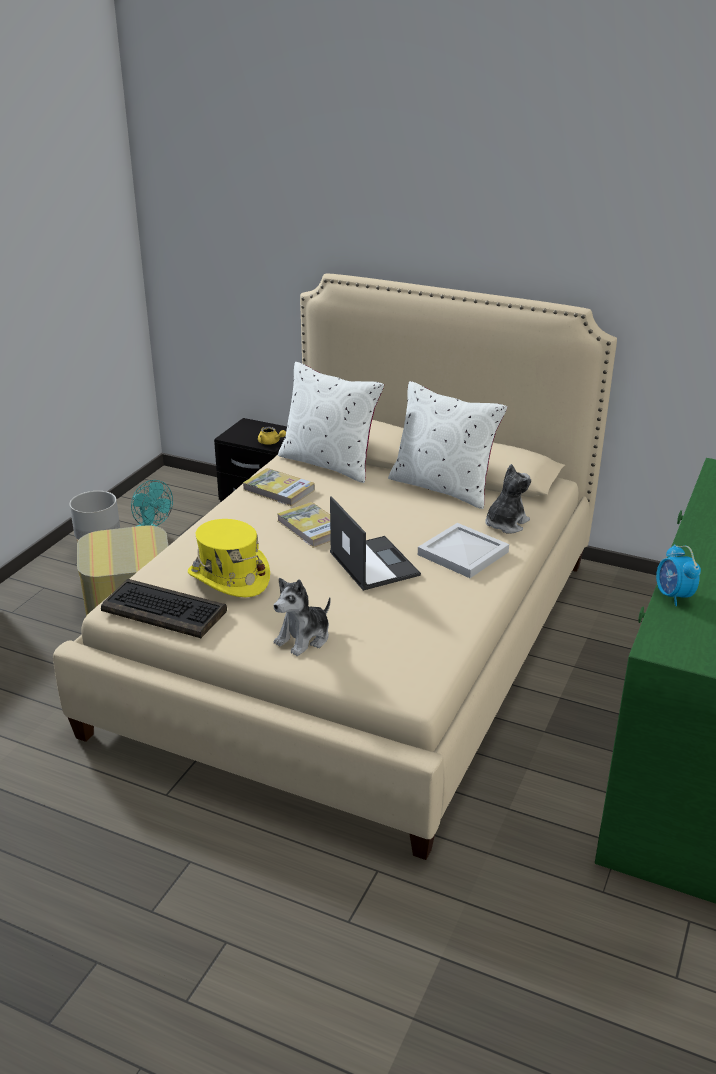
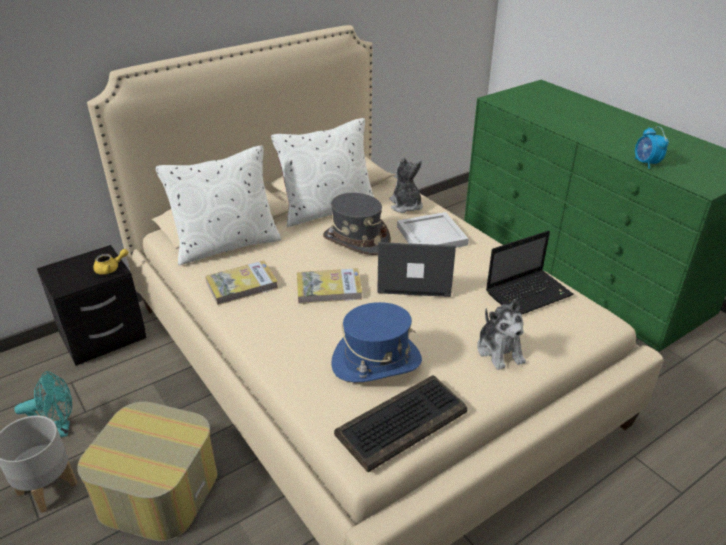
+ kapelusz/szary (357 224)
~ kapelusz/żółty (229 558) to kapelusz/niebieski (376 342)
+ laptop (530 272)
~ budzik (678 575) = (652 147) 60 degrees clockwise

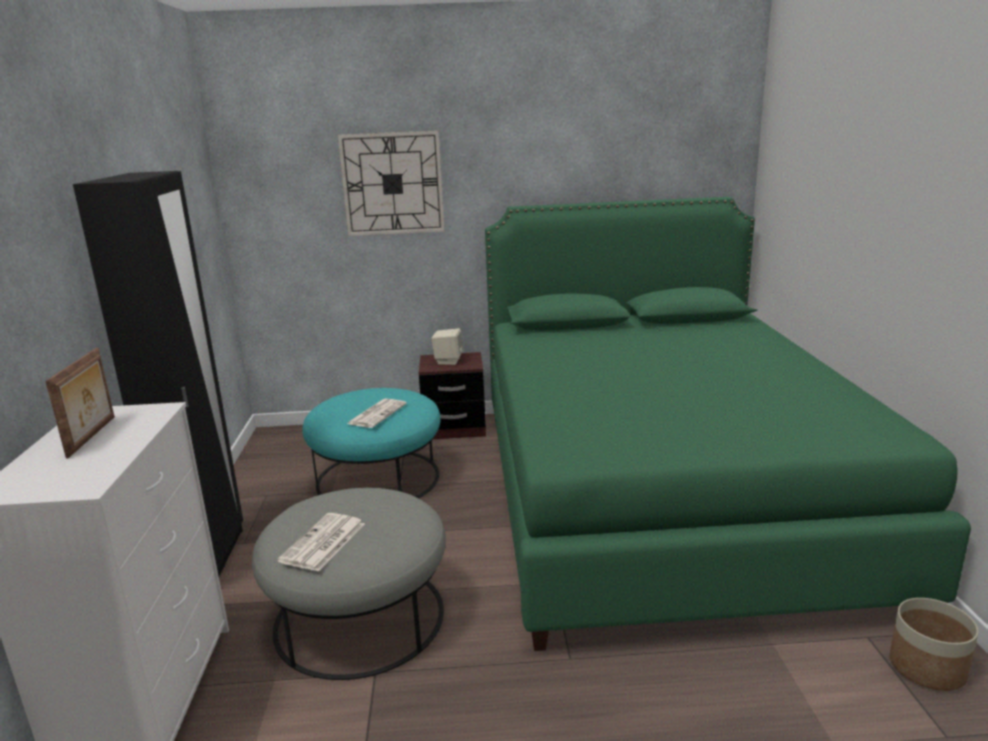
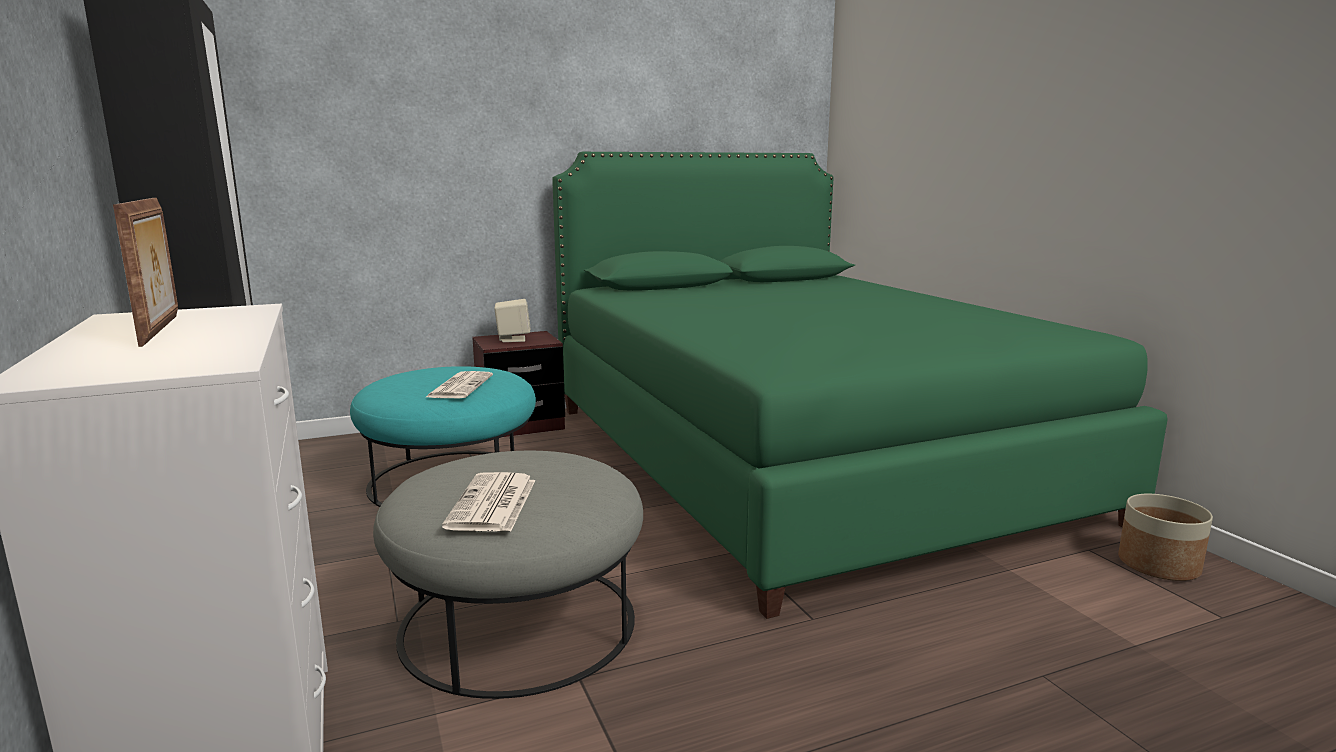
- zegar ścienny (391 183)

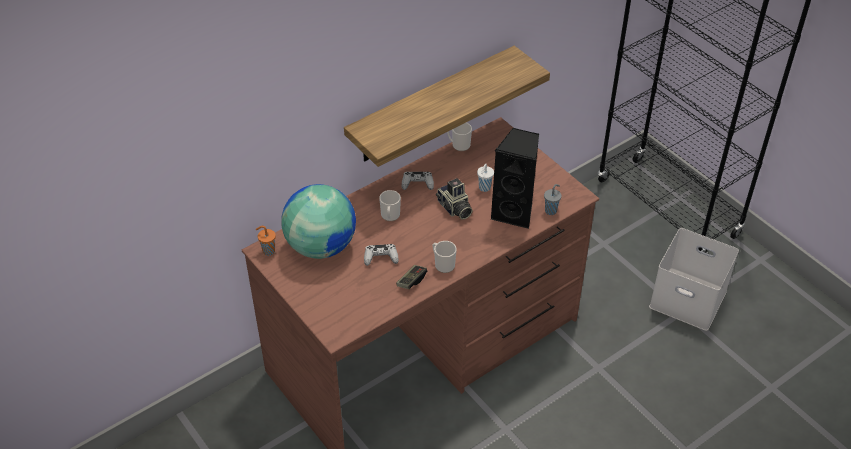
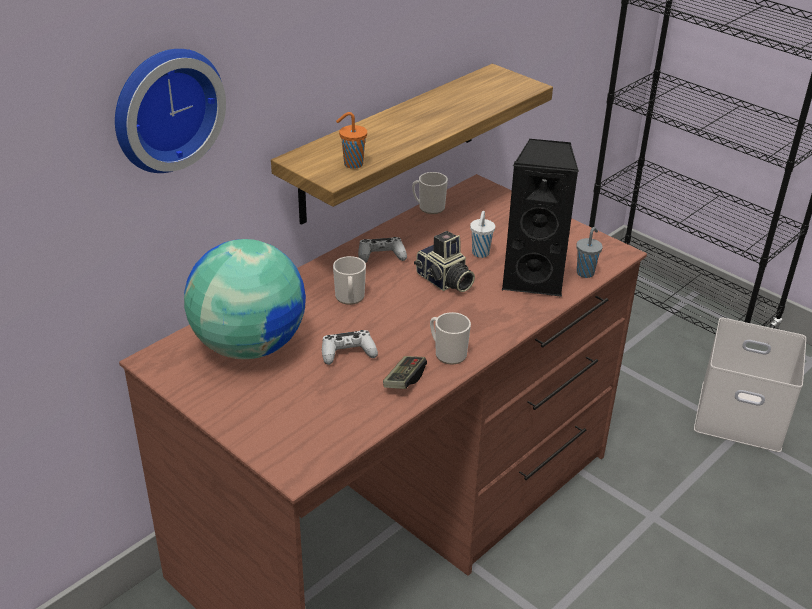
+ zegar ścienny (170 111)
~ filiżanka/pomarańczowy (265 241) to (351 140)

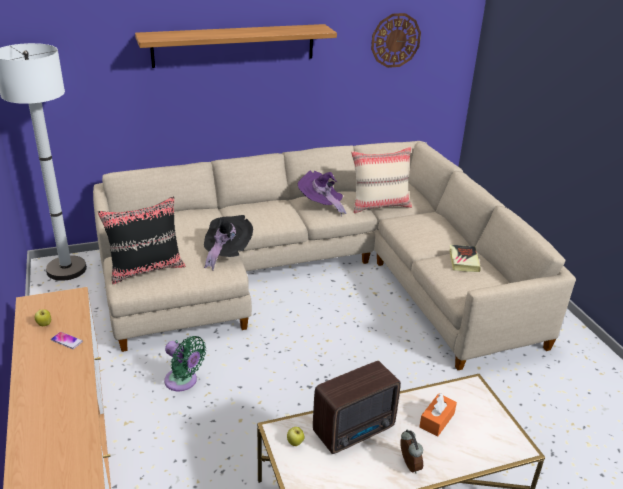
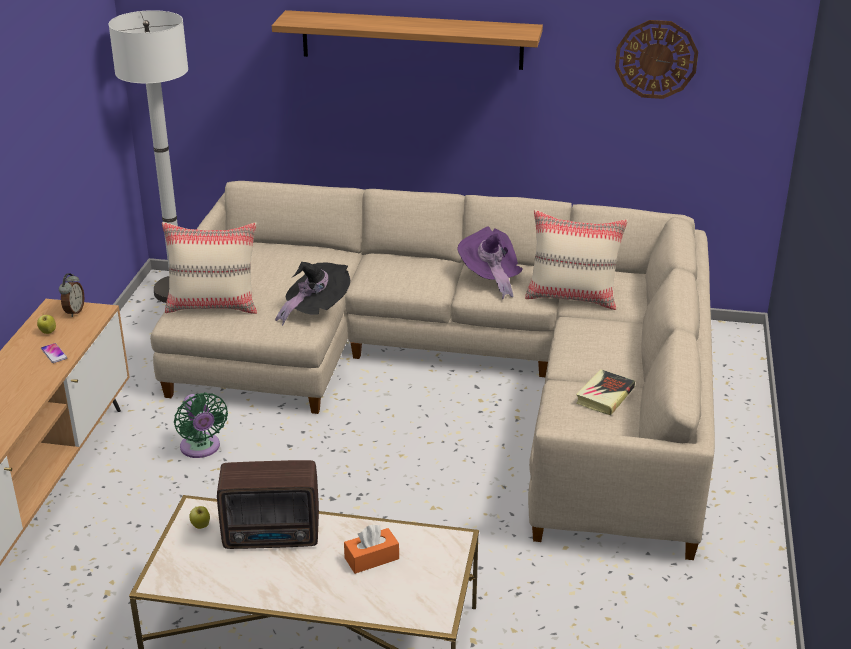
~ budzik (411 452) to (71 295)
~ poduszka/czarny (142 240) to poduszka/beżowy (209 268)

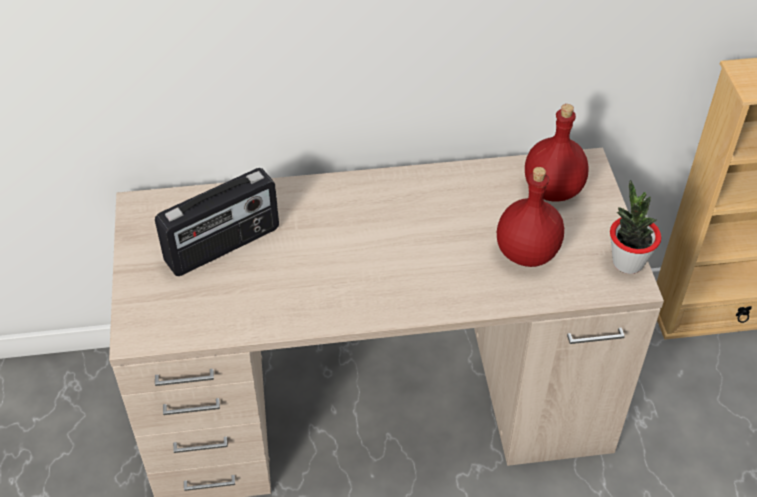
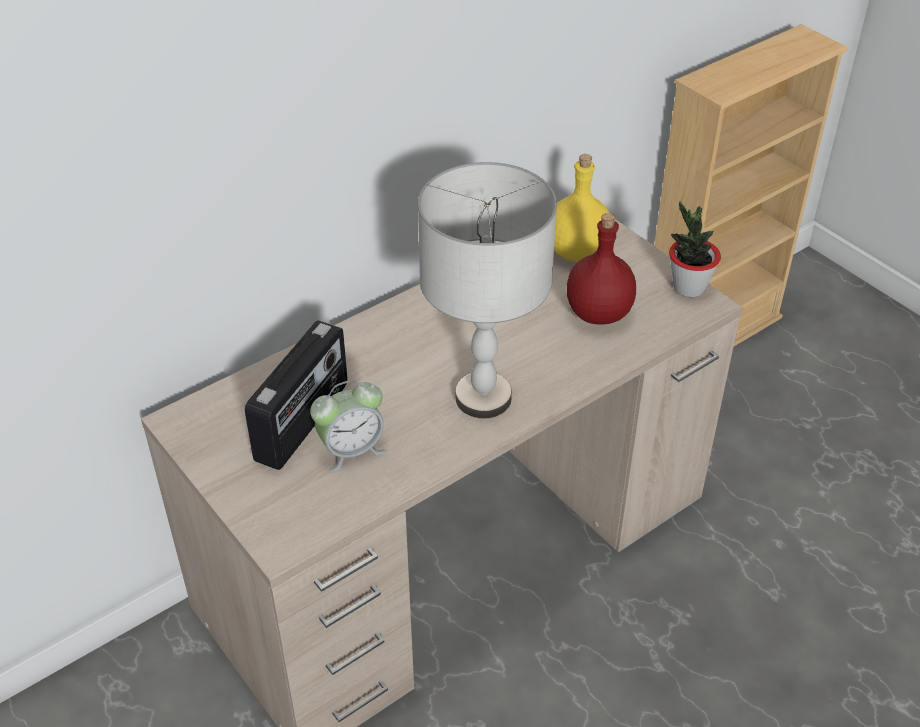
+ budzik (348 426)
+ lampa stołowa/szary (487 290)
~ butelka/czerwony (557 153) to butelka/żółty (581 208)

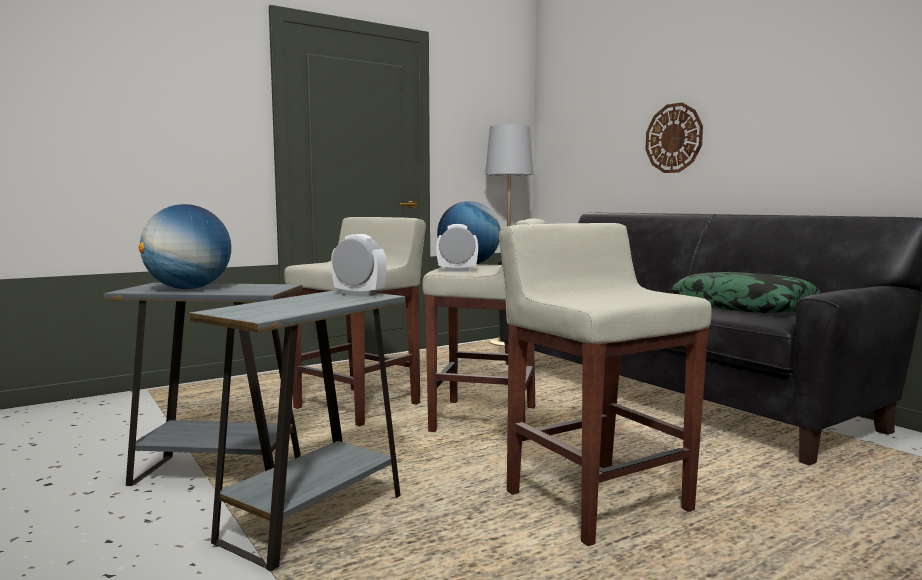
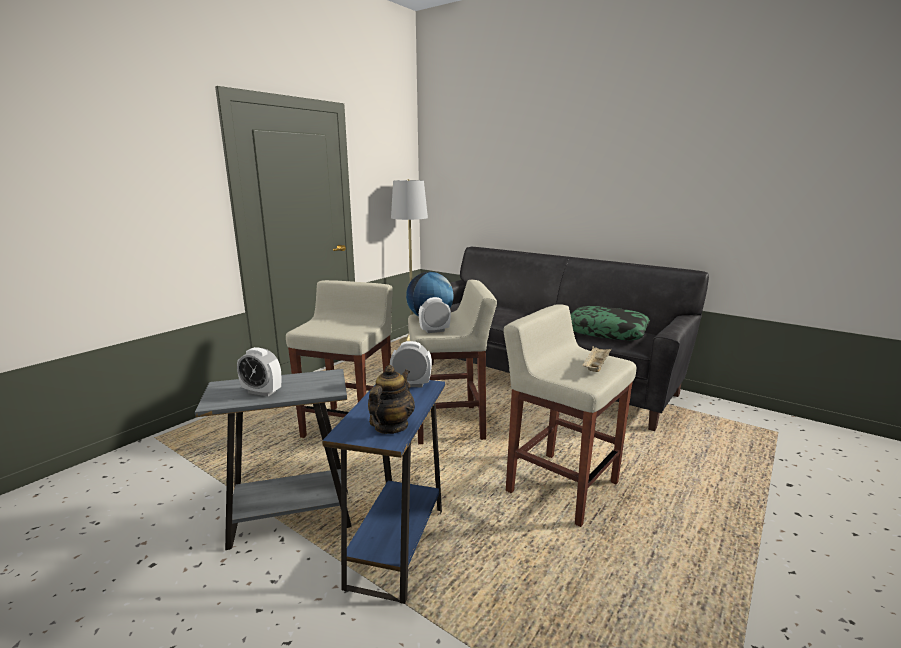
~ globus (185 246) to budzik (259 371)
~ stolik/szary (297 431) to stolik/niebieski (383 492)
+ imbryk (391 399)
+ taca/beżowy (597 359)
- zegar ścienny (674 137)

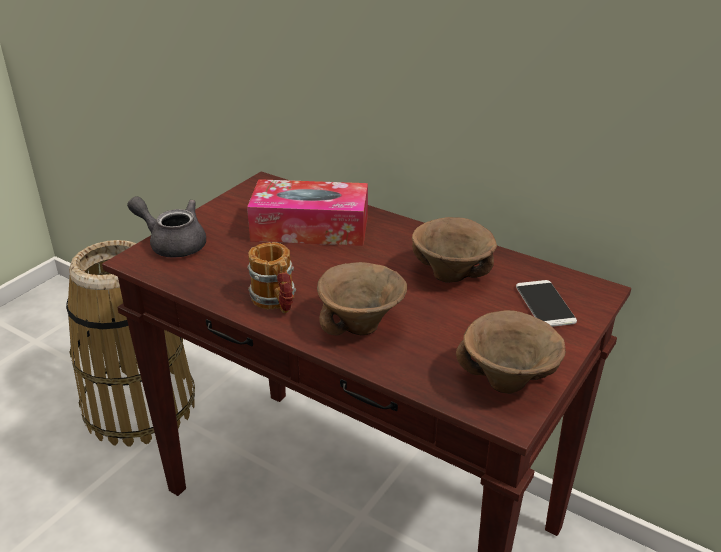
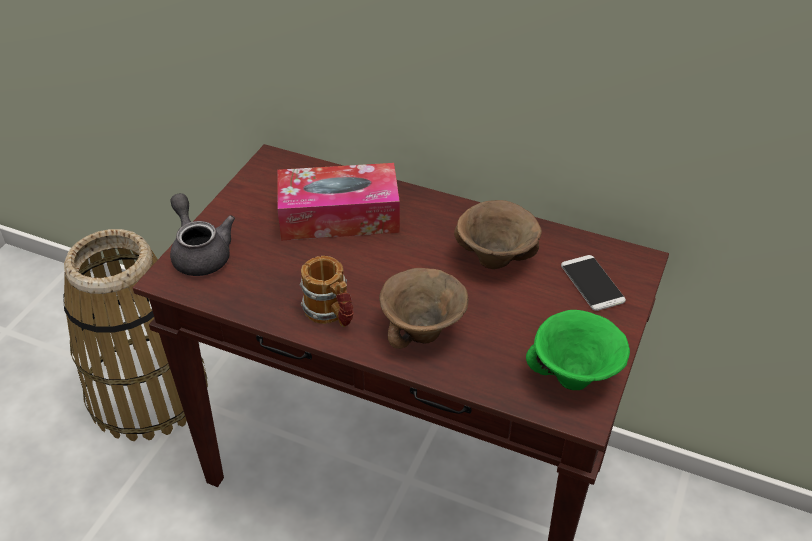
~ imbryk/szary (166 226) = (202 234) 45 degrees clockwise
~ miska/brązowy (511 352) to miska/zielony (578 350)

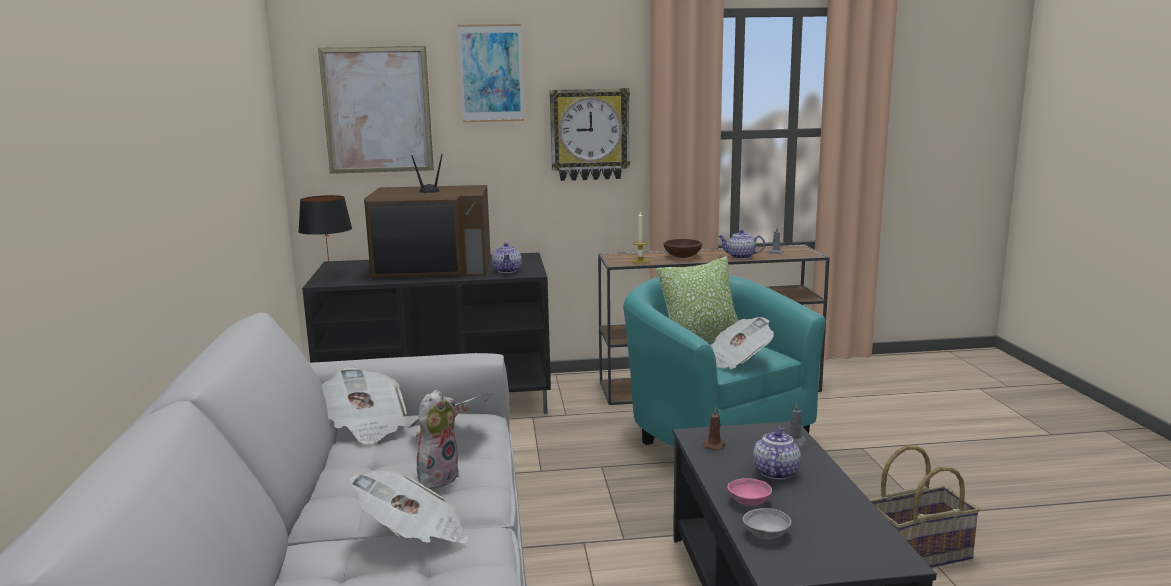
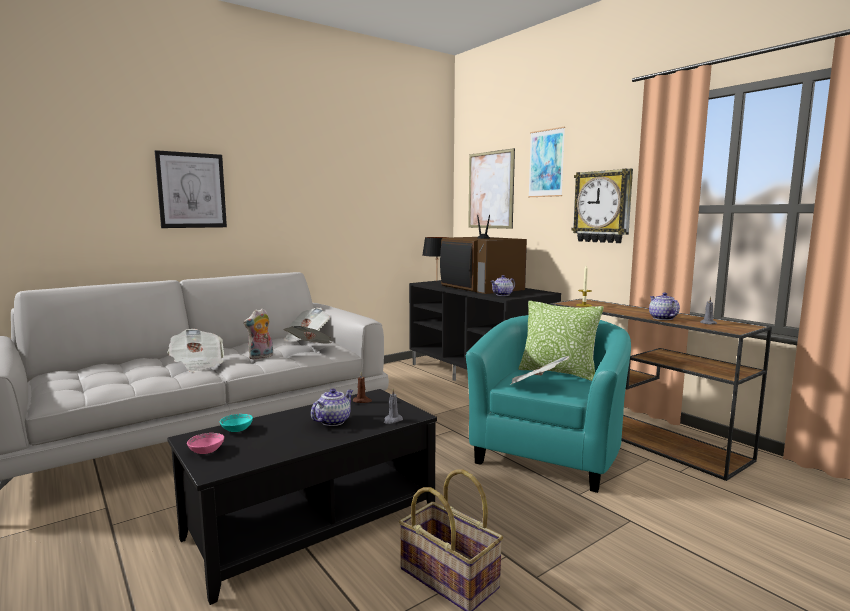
+ obraz (191 189)
~ miska/różowy (749 492) to (205 443)
~ miska/szary (767 523) to miska/turkusowy (236 423)
~ pluszak (438 439) = (258 333) 135 degrees clockwise
~ imbryk (777 453) = (332 407) 45 degrees counterclockwise
- miska/brązowy (682 248)

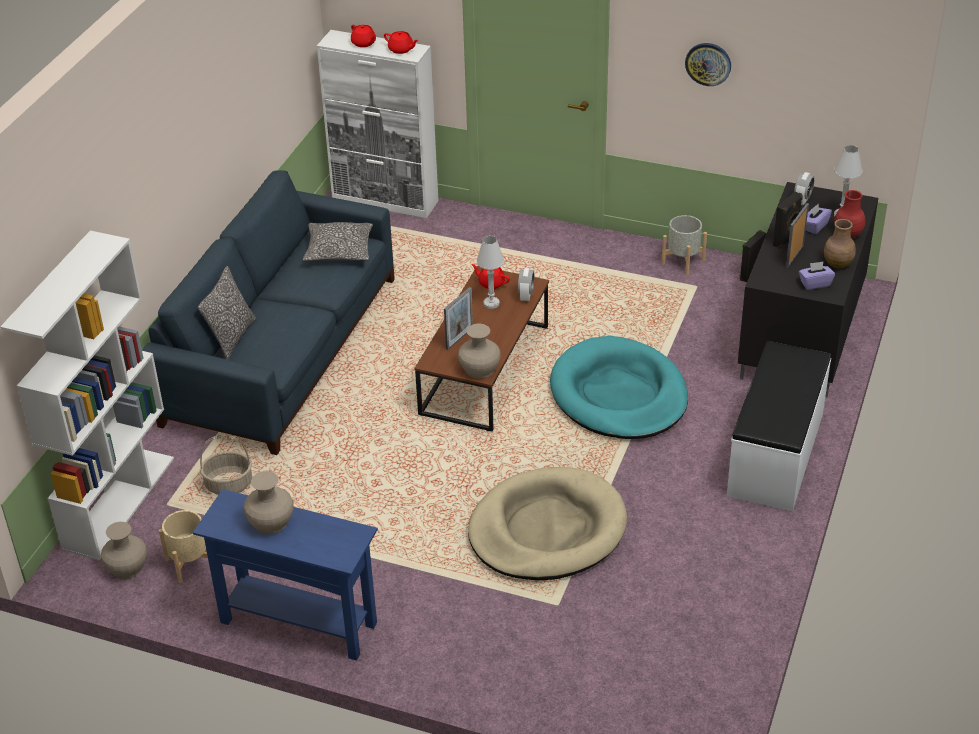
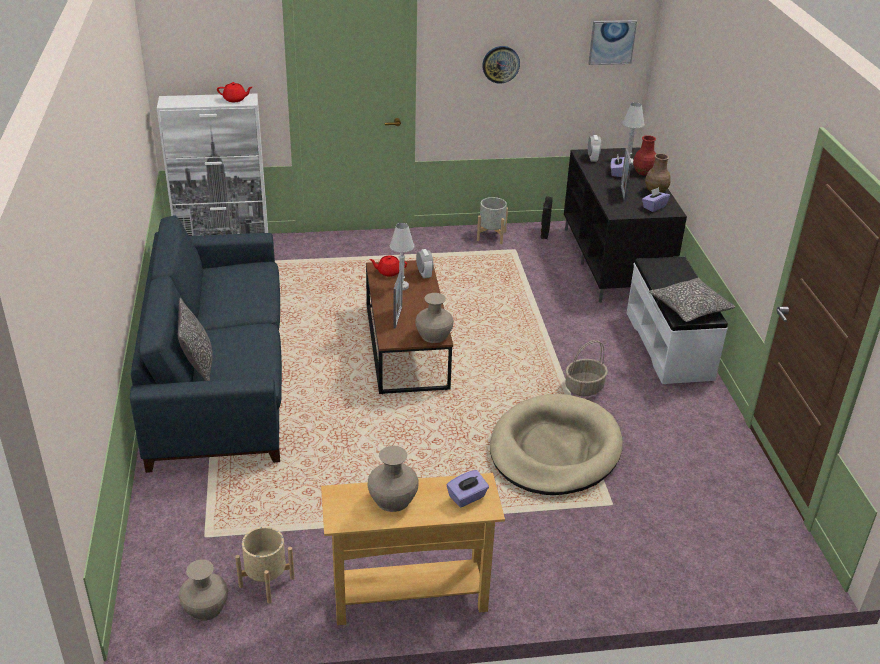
~ stolik konsolowy/niebieski (285 575) to stolik konsolowy/beżowy (413 549)
+ pudełko chusteczek/fioletowy (468 489)
~ koszyk (226 465) to (586 368)
+ obraz (612 42)
~ poduszka (338 241) to (692 300)
- regał/biały (87 395)
- imbryk/czerwony (363 36)
- legowisko/turkusowy (619 387)
- głośnik/czarny (788 220)

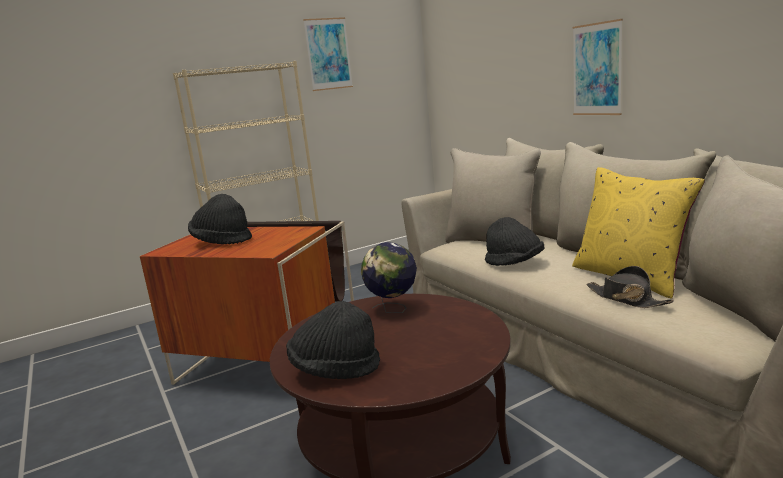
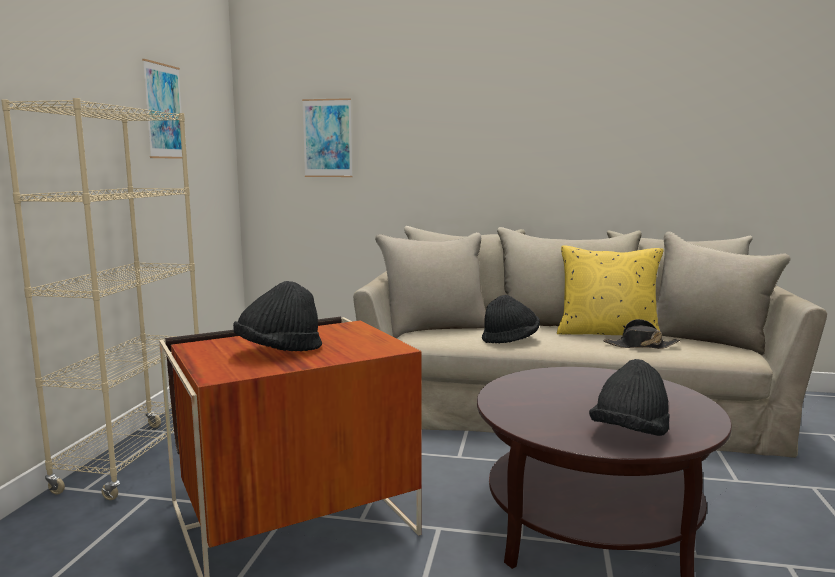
~ obraz (597 67) to (327 137)
- globus (389 277)

